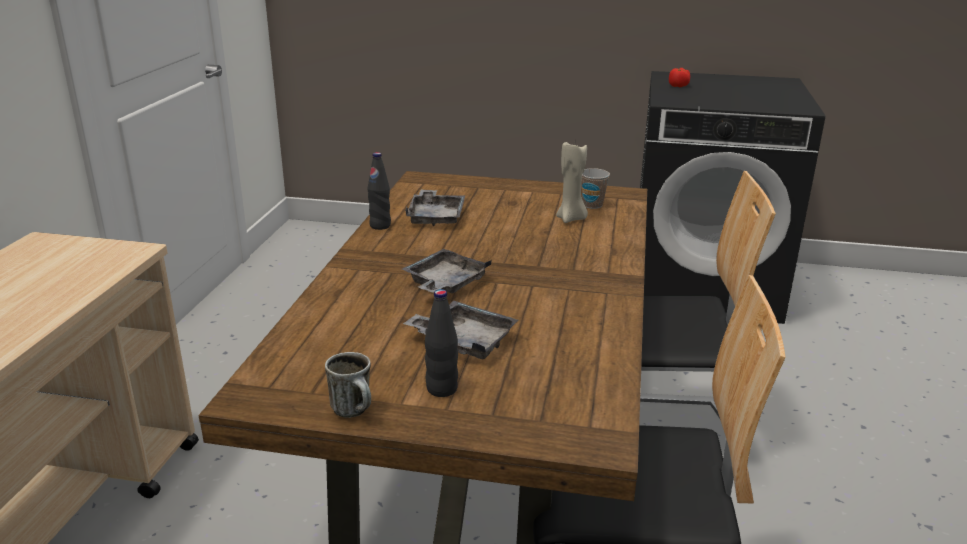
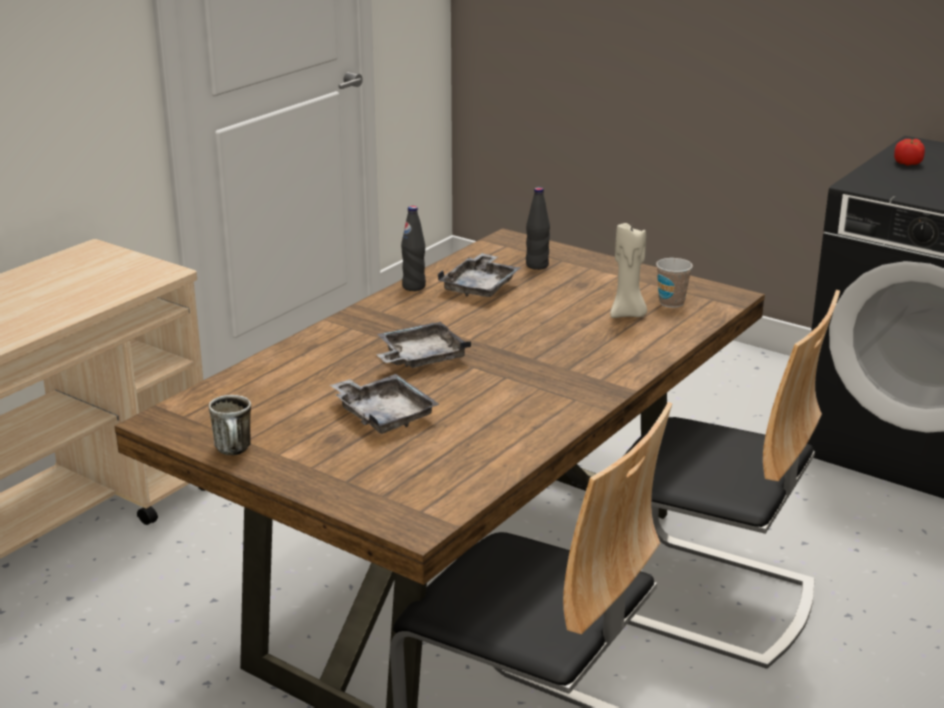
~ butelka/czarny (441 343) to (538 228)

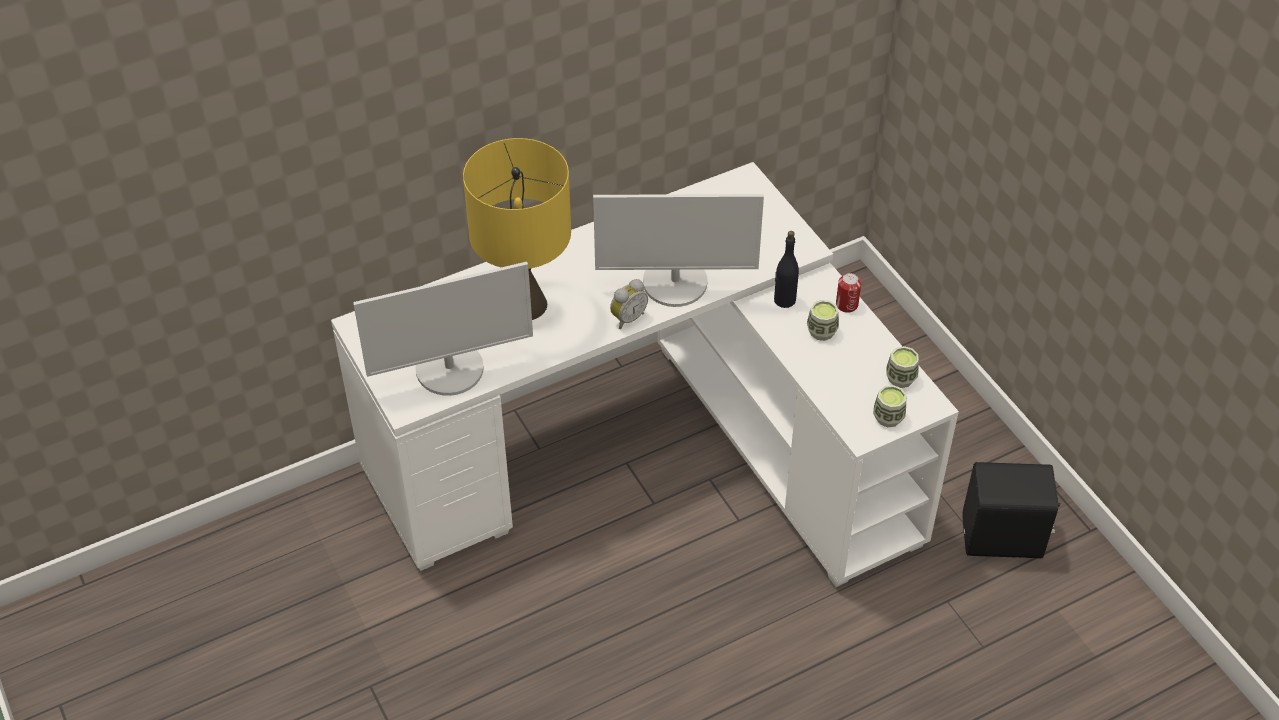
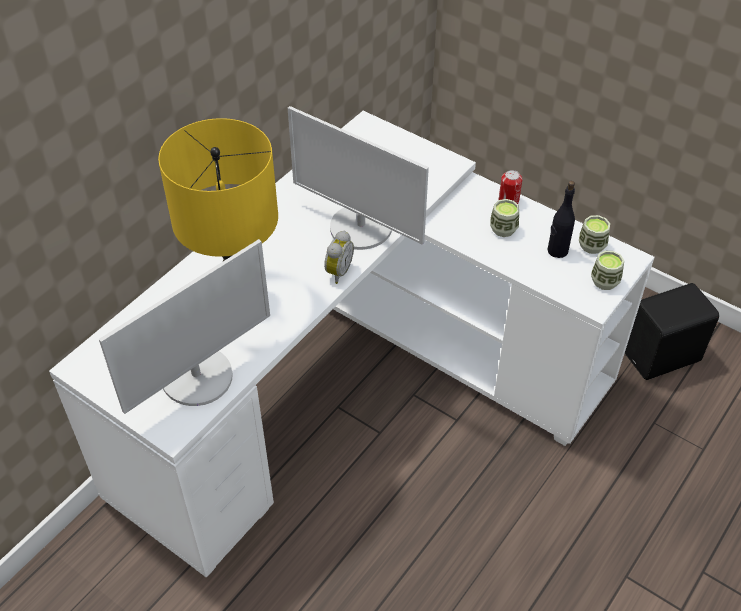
~ monitor (678 250) = (358 178) 60 degrees clockwise
~ butelka/czarny (786 269) to (561 219)

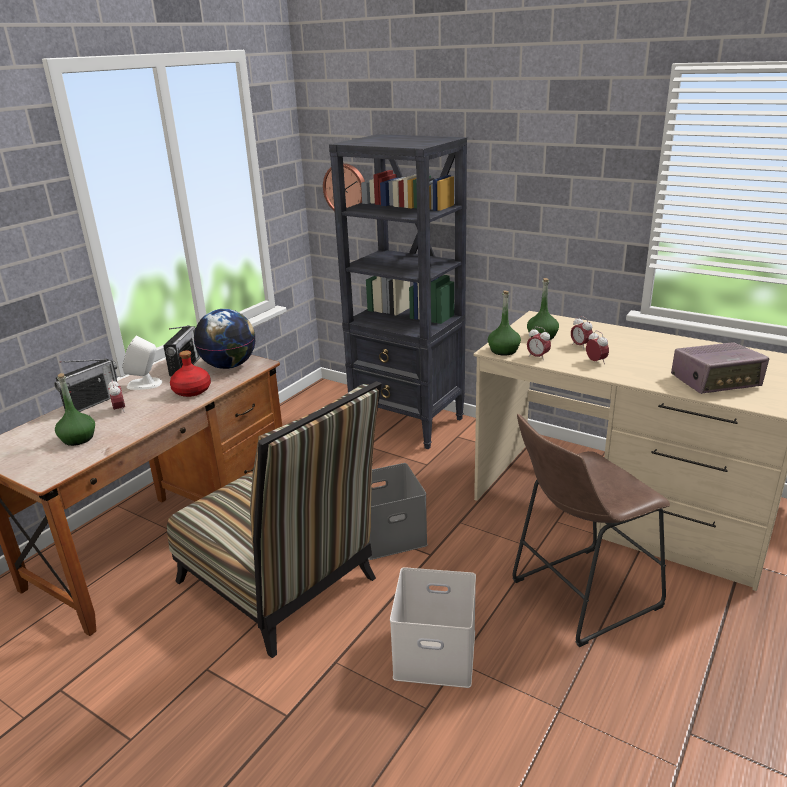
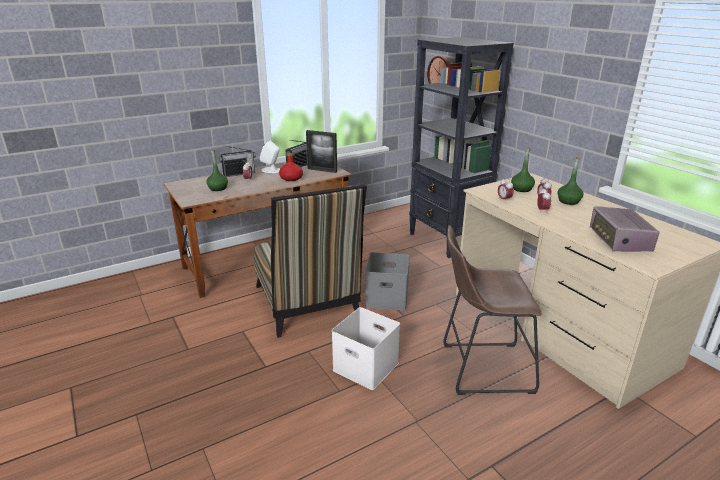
~ globus (224 339) to ramka na zdjęcie (321 151)
~ butelka/zielony (504 323) to (570 181)
~ radio (720 368) = (625 228) 75 degrees clockwise

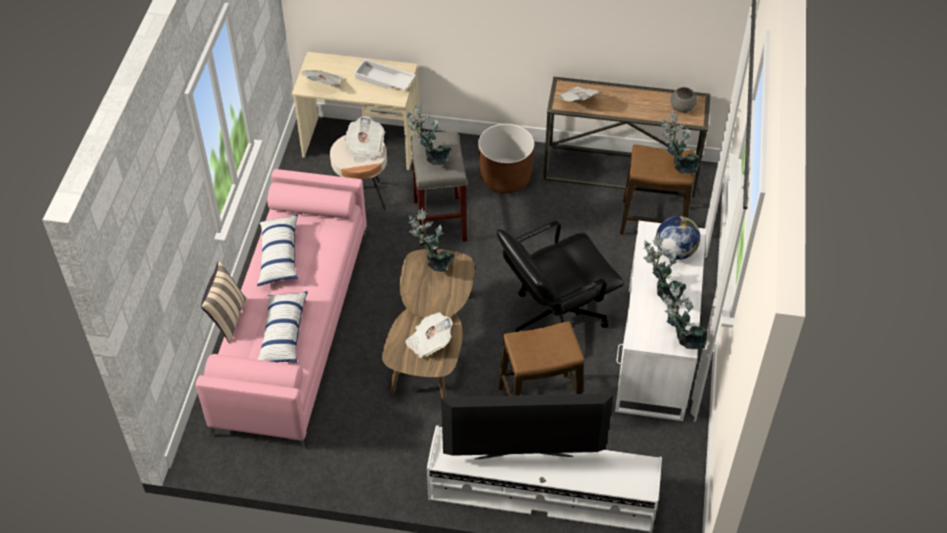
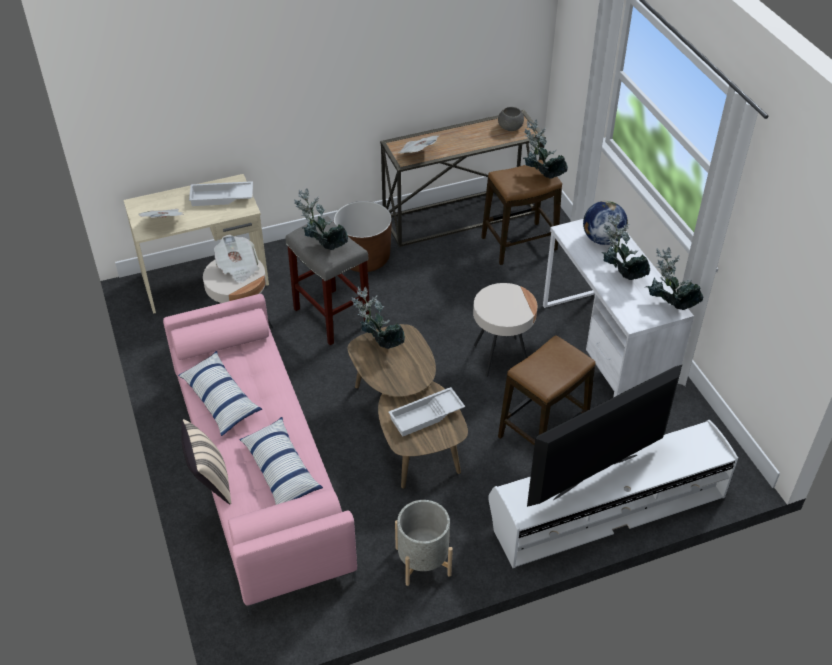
~ gazeta (429 335) to taca/biały (426 412)
+ donica/szary (424 543)
~ krzesło biurowe/czarny (560 276) to stolik/beżowy (505 330)

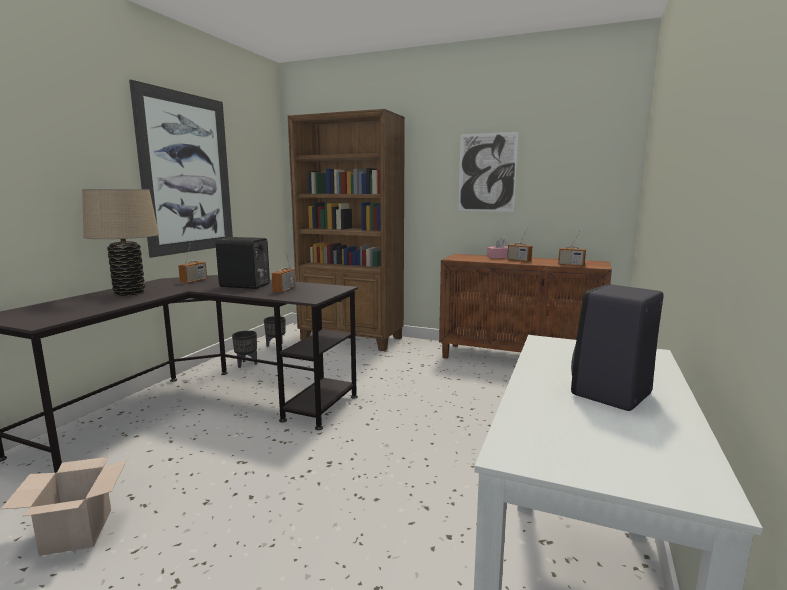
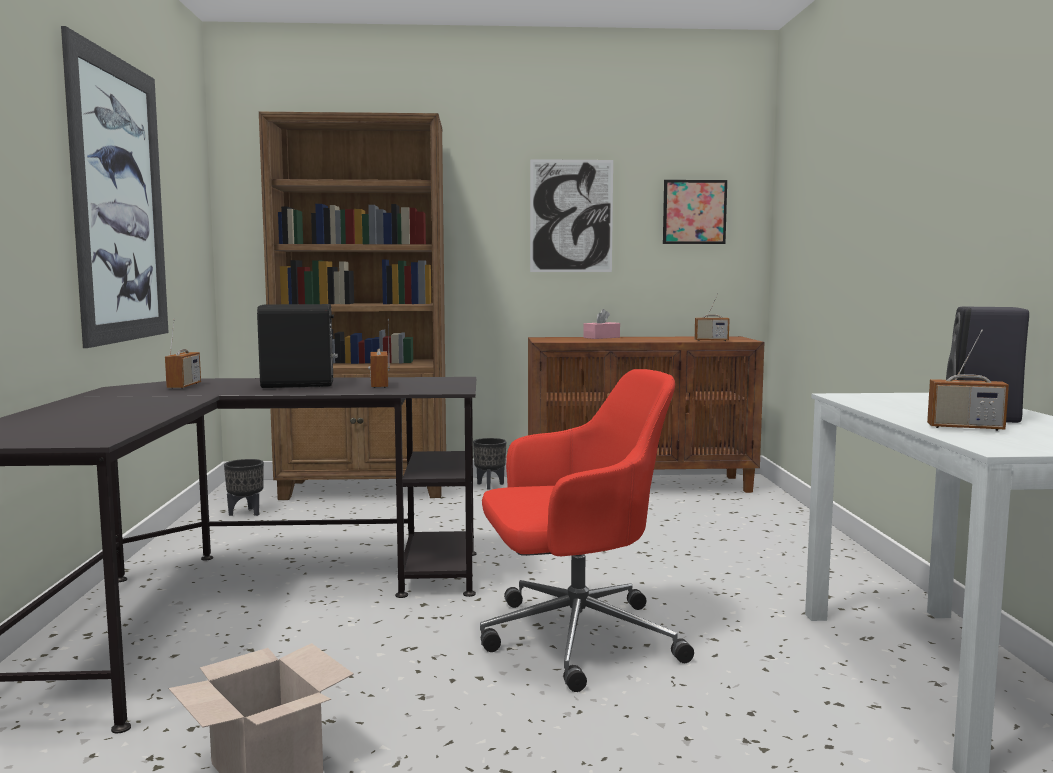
~ donica/czarny (244 349) to (489 463)
+ krzesło biurowe/czerwony (587 530)
+ obraz (695 212)
~ radio (519 249) to (968 380)
- lampa stołowa/beżowy (120 242)

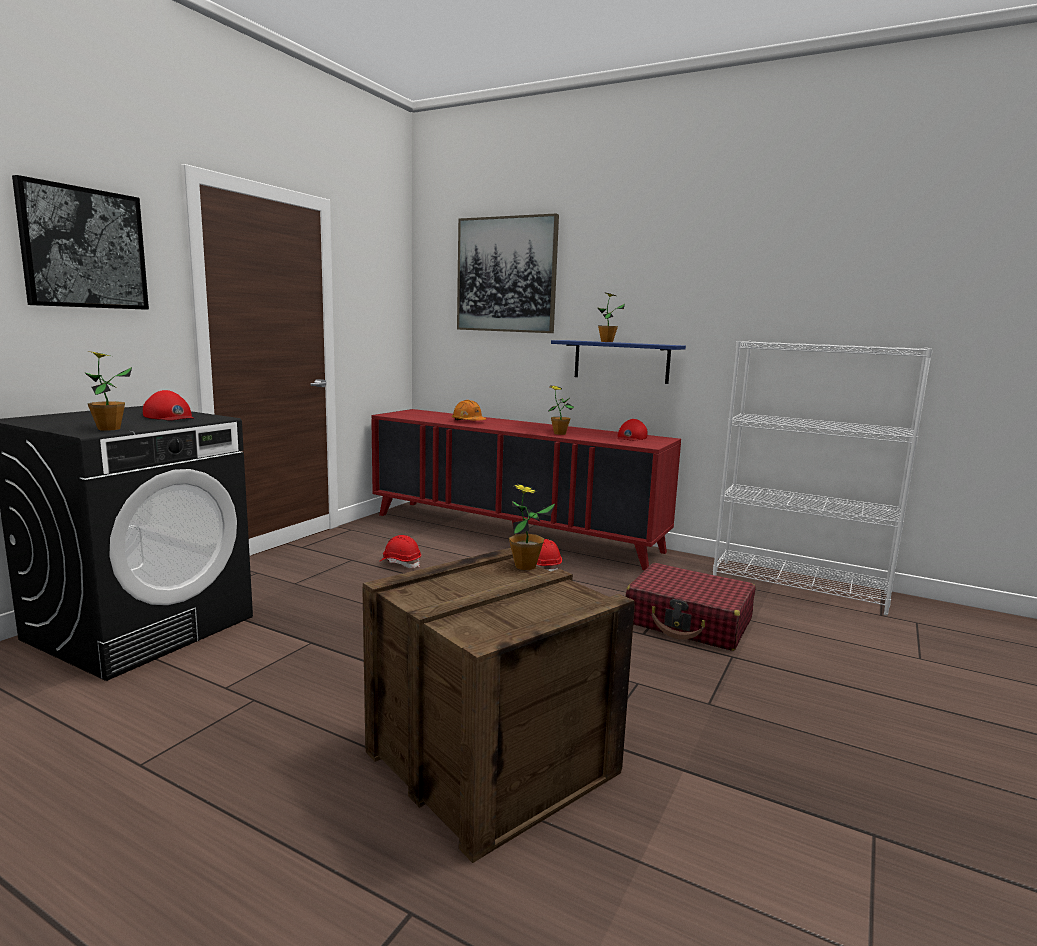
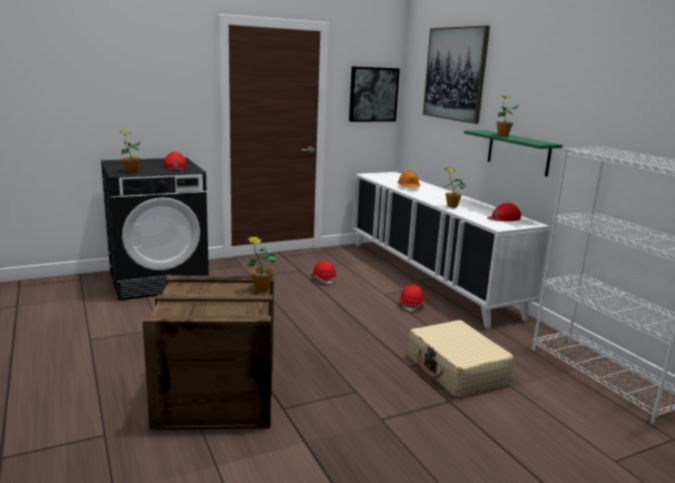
~ obraz (80 242) to (374 94)
~ szafka/czerwony (526 489) to szafka/biały (450 250)
~ walizka/czerwony (691 607) to walizka/beżowy (461 359)
~ półka/niebieski (618 362) to półka/zielony (513 153)

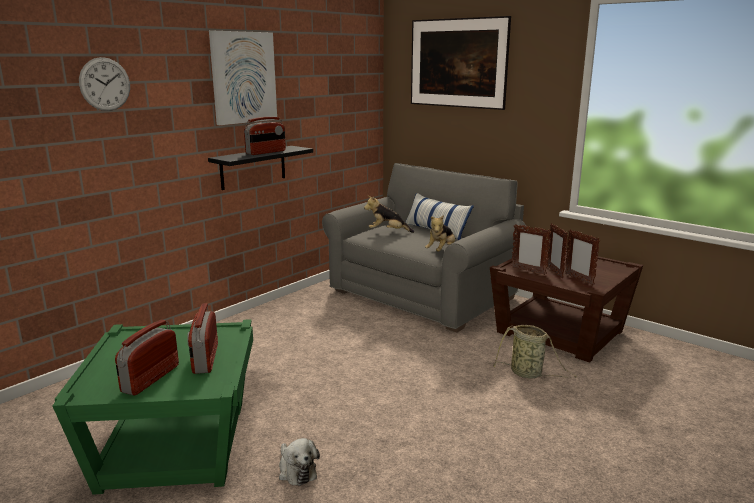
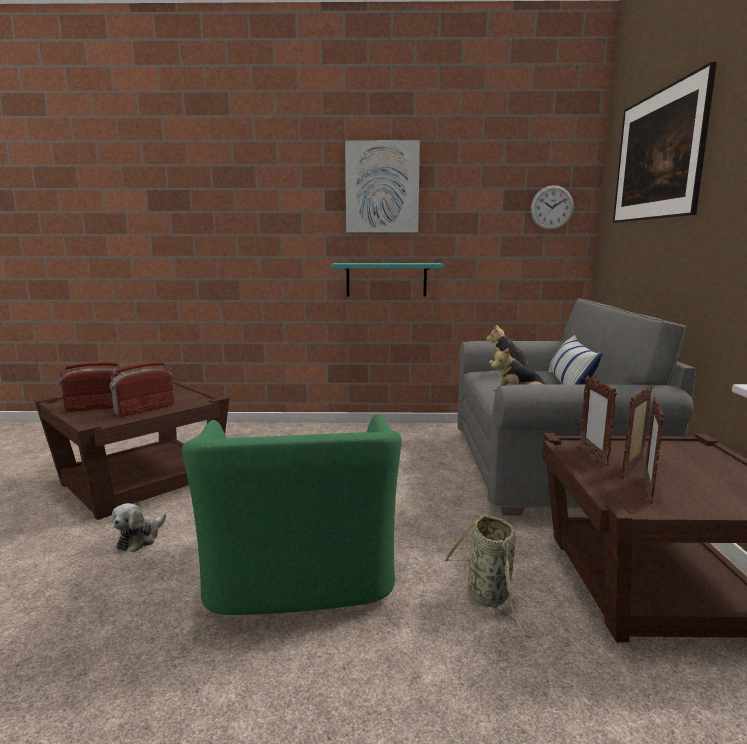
~ stolik/zielony (152 407) to stolik/brązowy (132 448)
+ fotel/zielony (292 514)
~ półka/czarny (260 168) to półka/turkusowy (387 280)
~ zegar ścienny (104 84) to (552 207)
- radio (265 136)

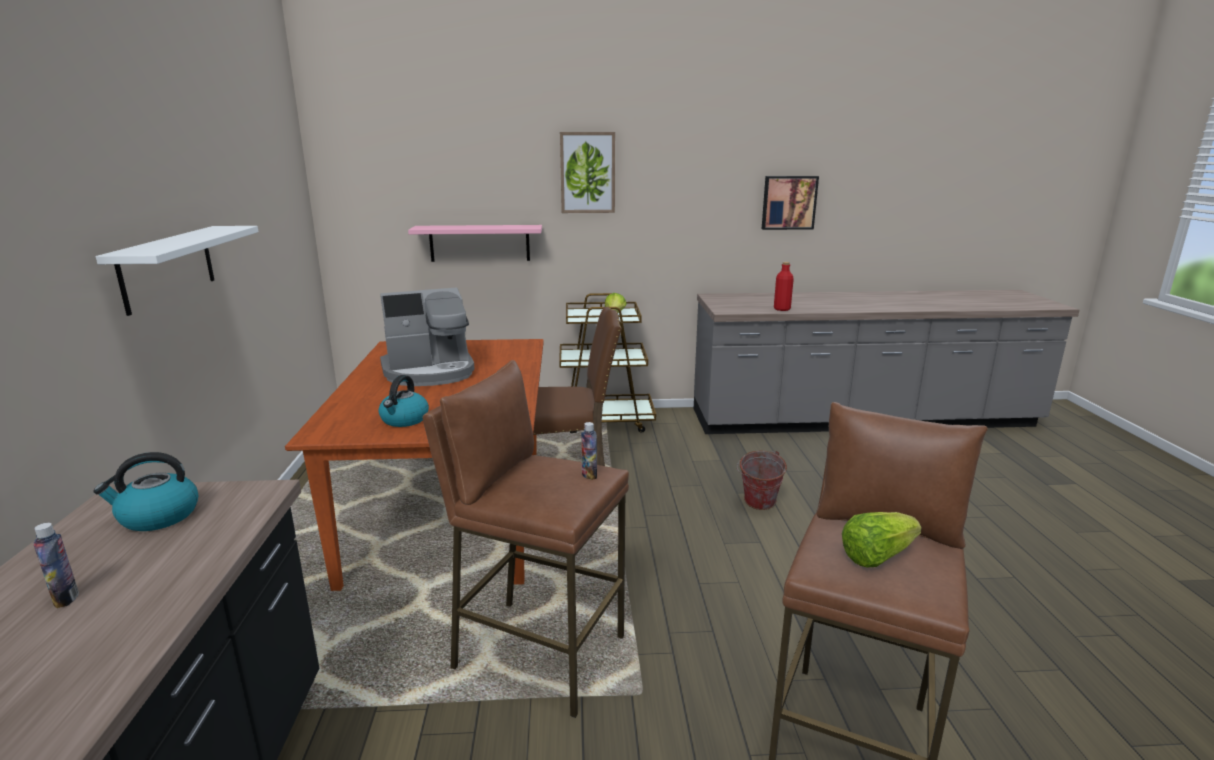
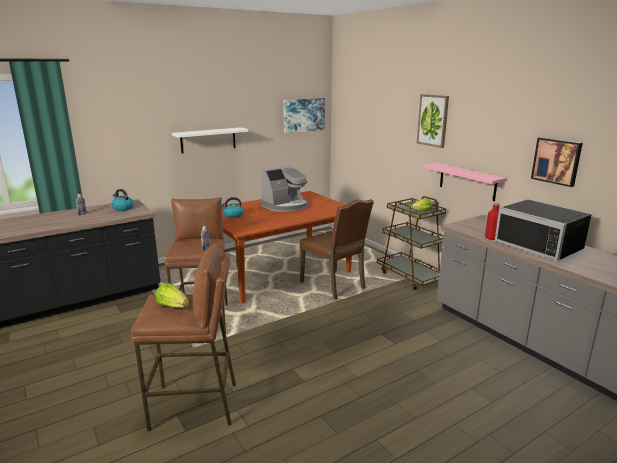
~ ekspres do kawy (427 336) = (284 189) 75 degrees counterclockwise
+ obraz (304 115)
~ półka/różowy (475 243) to (464 182)
+ mikrofalówka/czarny (543 230)
- wiadro (762 480)

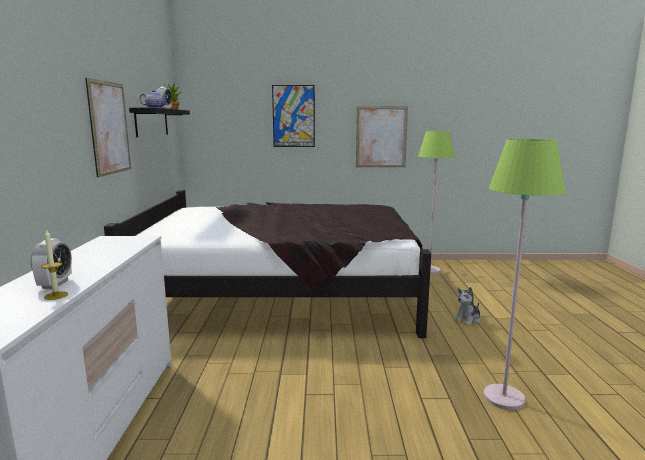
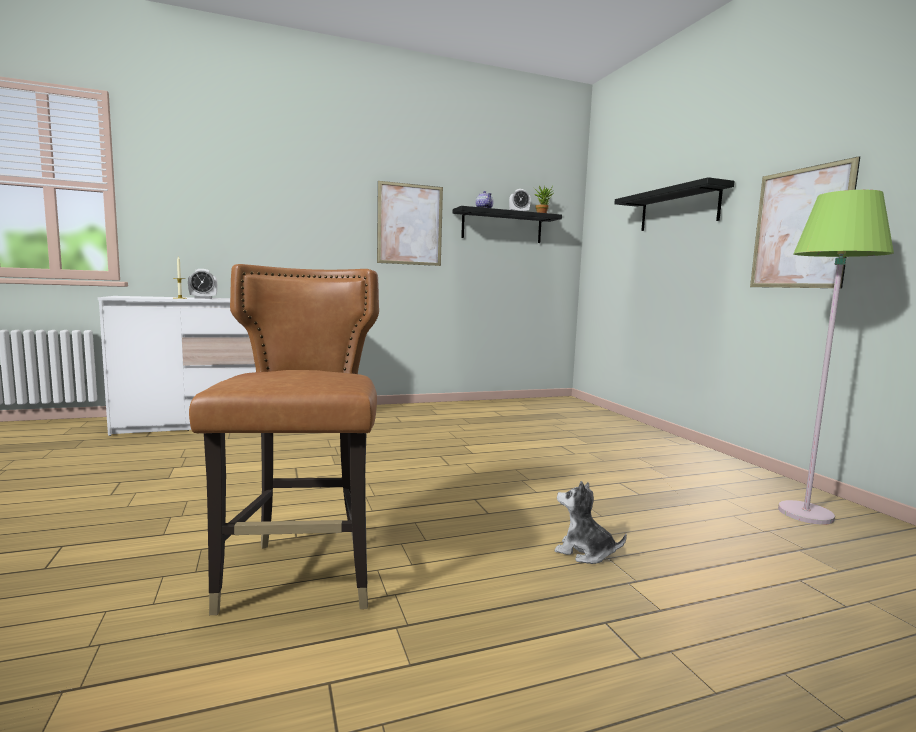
~ lampa stojąca/zielony (524 274) to krzesło/brązowy (284 439)
~ obraz (293 116) to półka/czarny (674 204)
- łóżko/czarny (267 264)

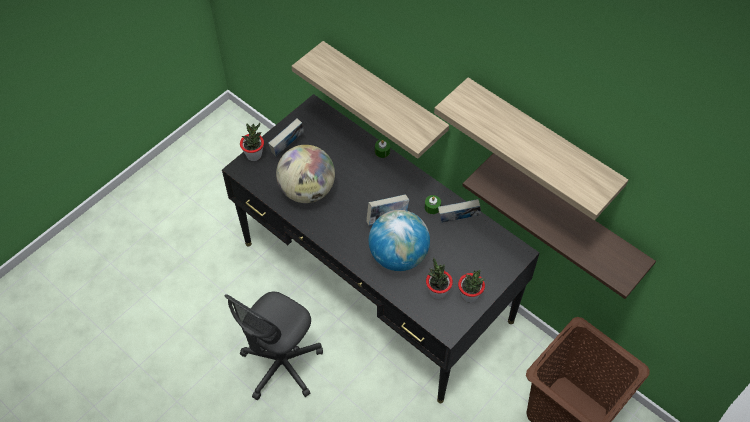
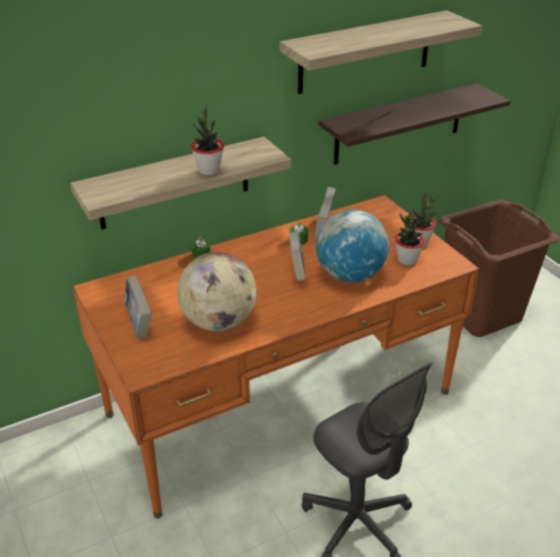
~ biurko/czarny (380 248) to biurko/pomarańczowy (276 357)
~ roślina doniczkowa (252 142) to (207 140)

